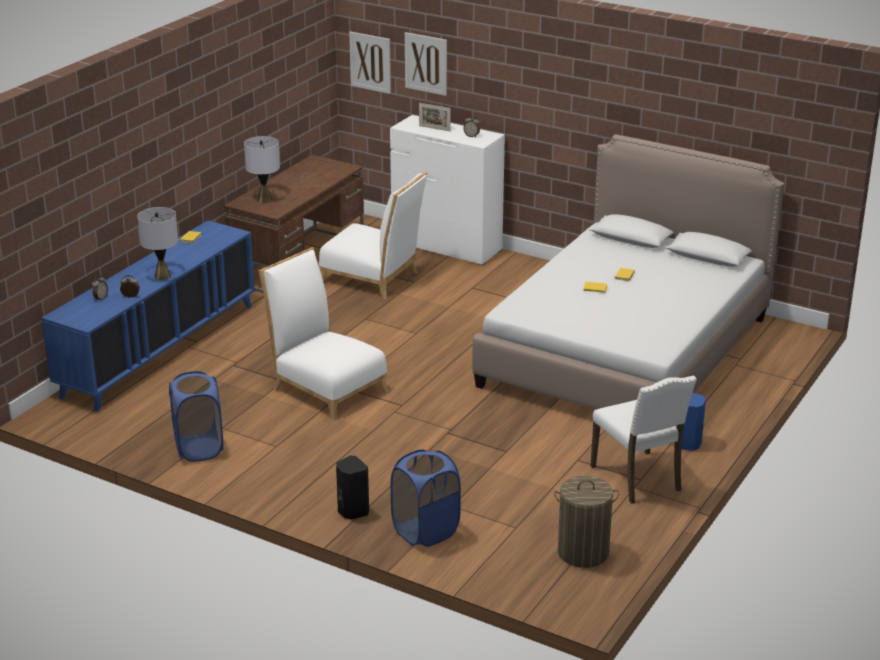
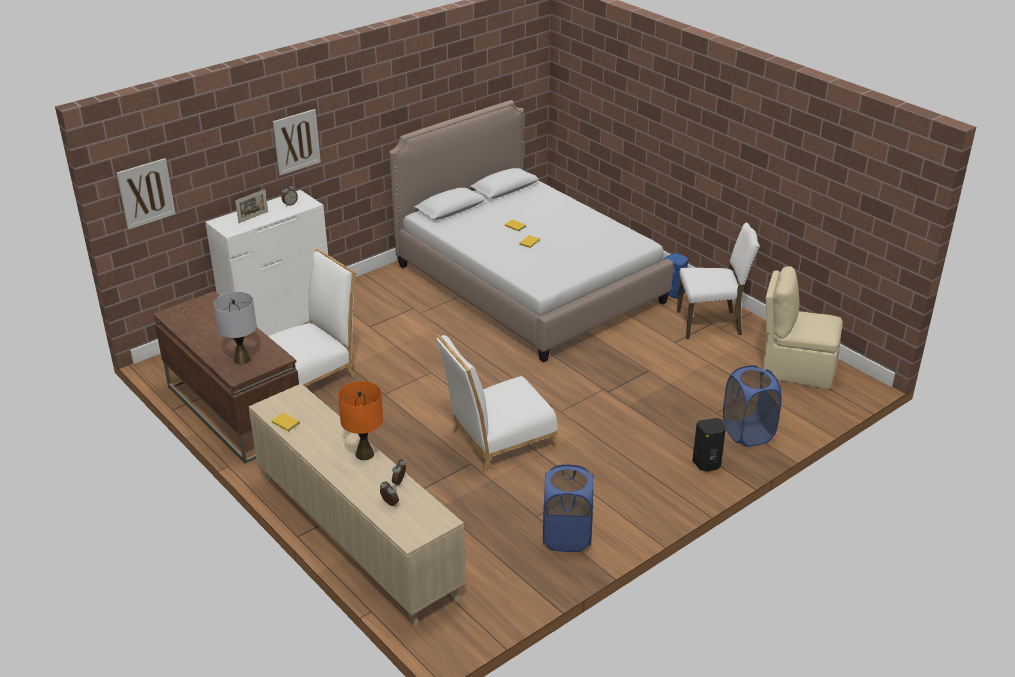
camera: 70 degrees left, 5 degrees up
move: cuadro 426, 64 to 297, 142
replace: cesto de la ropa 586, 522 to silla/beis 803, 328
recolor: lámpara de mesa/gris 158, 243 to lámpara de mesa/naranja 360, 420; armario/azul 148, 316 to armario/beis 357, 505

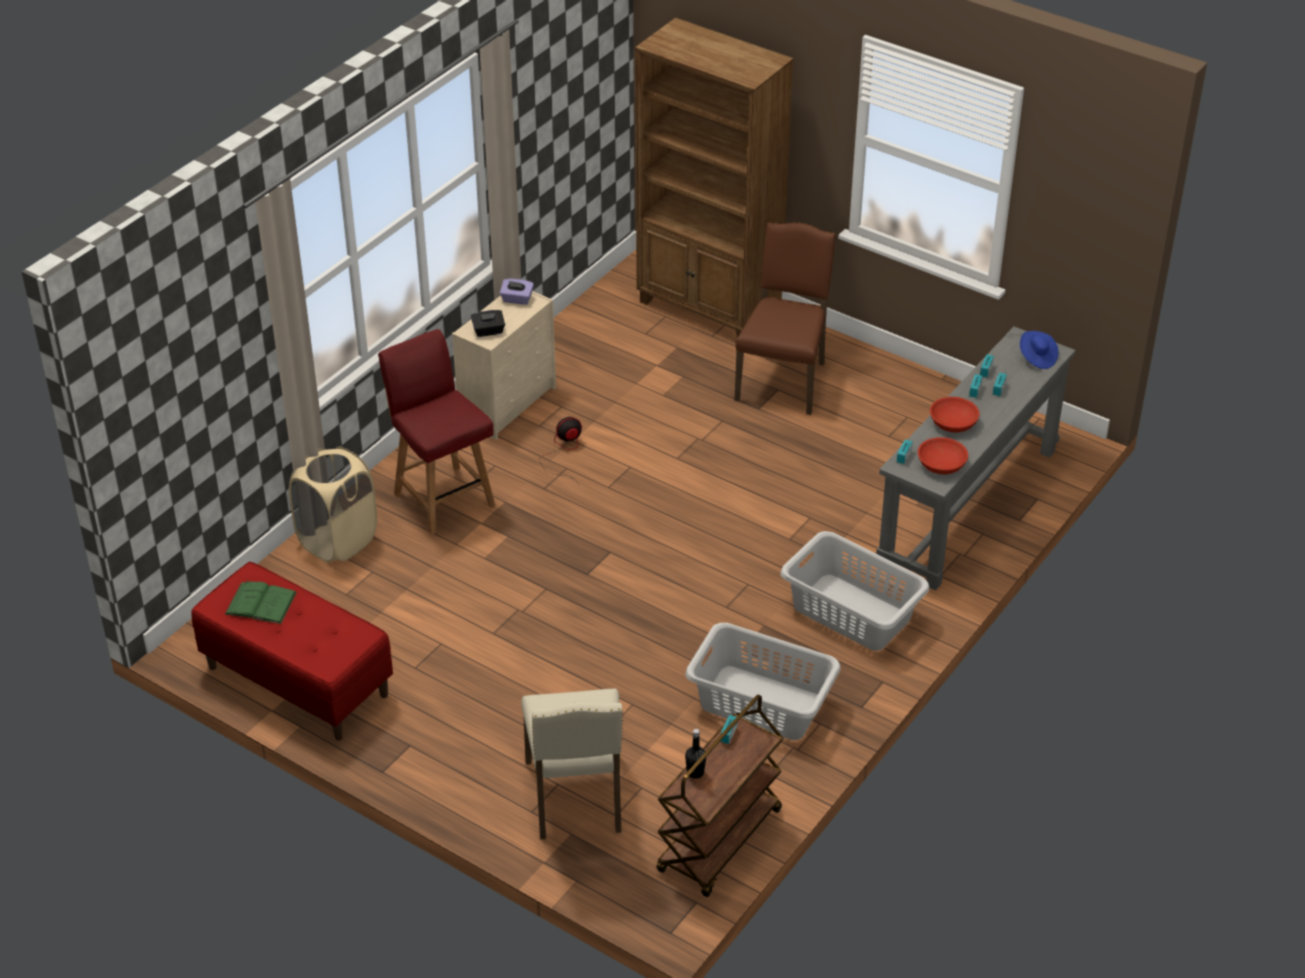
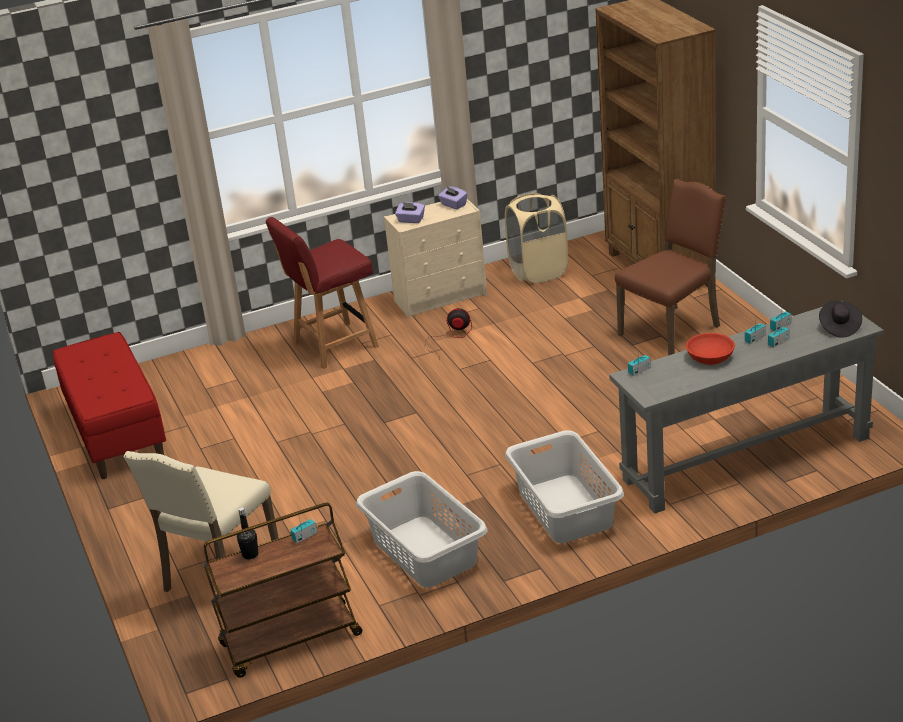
camera: 35 degrees right, 10 degrees down
delete: cuenco/rojo 943, 455; libro/verde 261, 602
move: cesto de la ropa/beis 333, 505 to 536, 238
recolor: caja de pañuelos/negro 488, 323 to caja de pañuelos/morado 410, 212; sombrero/azul 1039, 350 to sombrero/negro 840, 319
rotate: silla/rojo 437, 432 = 322, 293 120 degrees counterclockwise

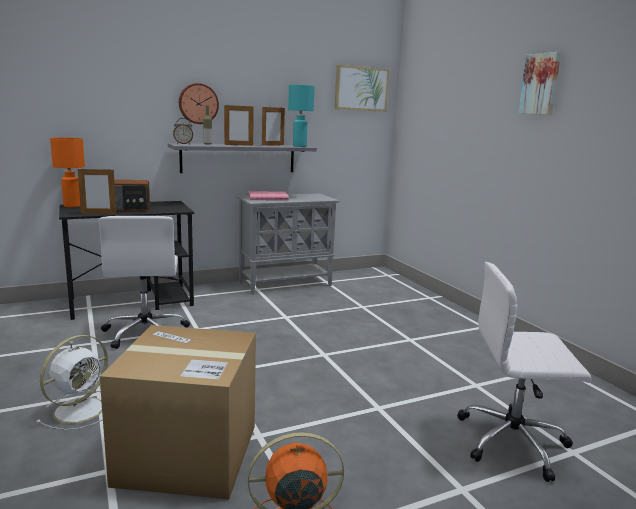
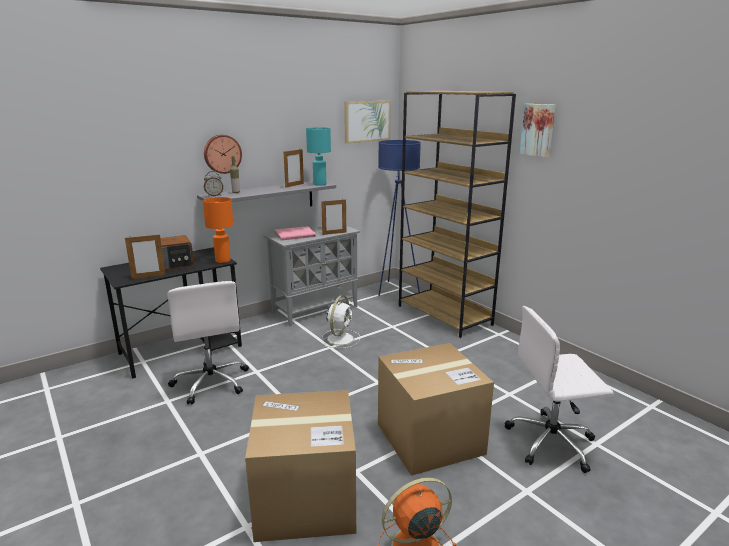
camera: 10 degrees left, 5 degrees up
insert: estantería/marrón 457, 214; lámpara de pie/azul 399, 218; caja de cartón 436, 409
move: portarretratos 239, 125 to 333, 217; lámpara de mesa/naranja 67, 172 to 218, 230; ventilador/blanco 72, 382 to 341, 321

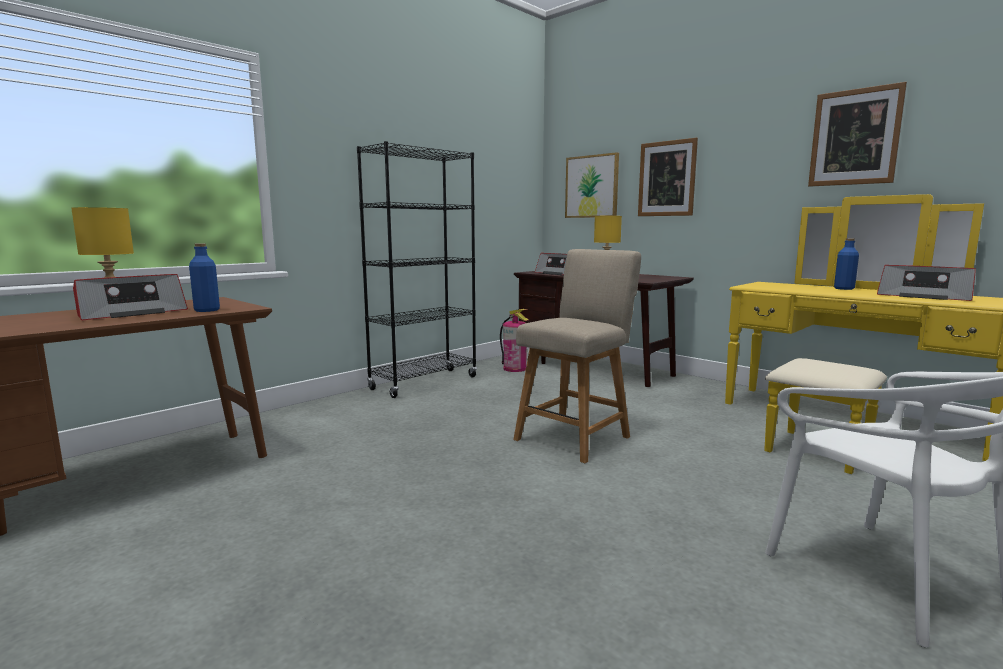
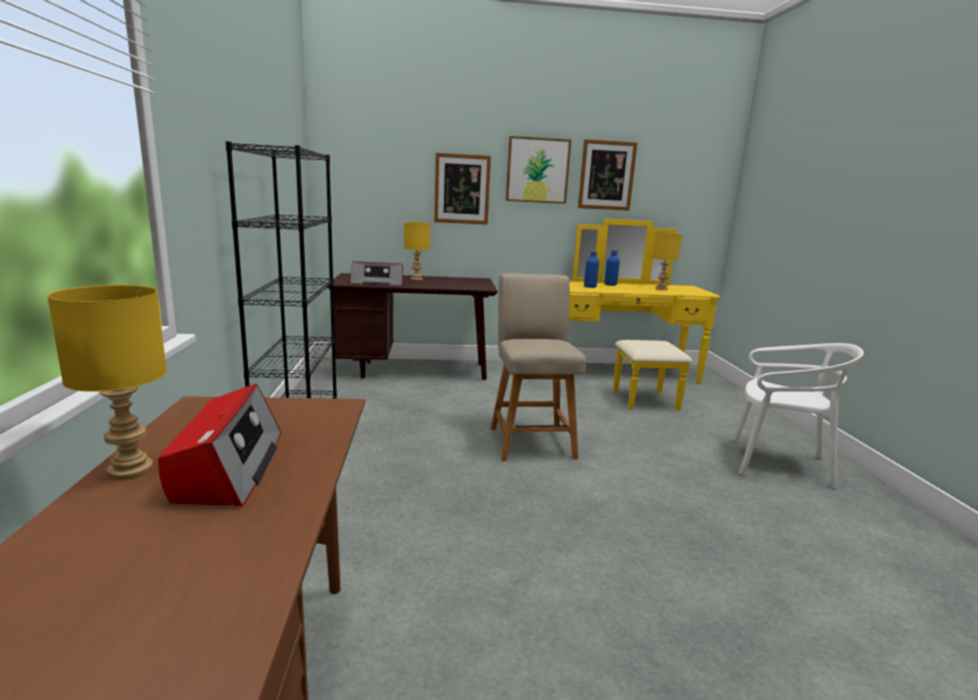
camera: 50 degrees left, 5 degrees up
delete: extintor 514, 340
move: cuadro 592, 185 to 538, 170; botella/azul 204, 277 to 591, 269
replace: radio 926, 283 to lámpara de mesa/amarillo 667, 261

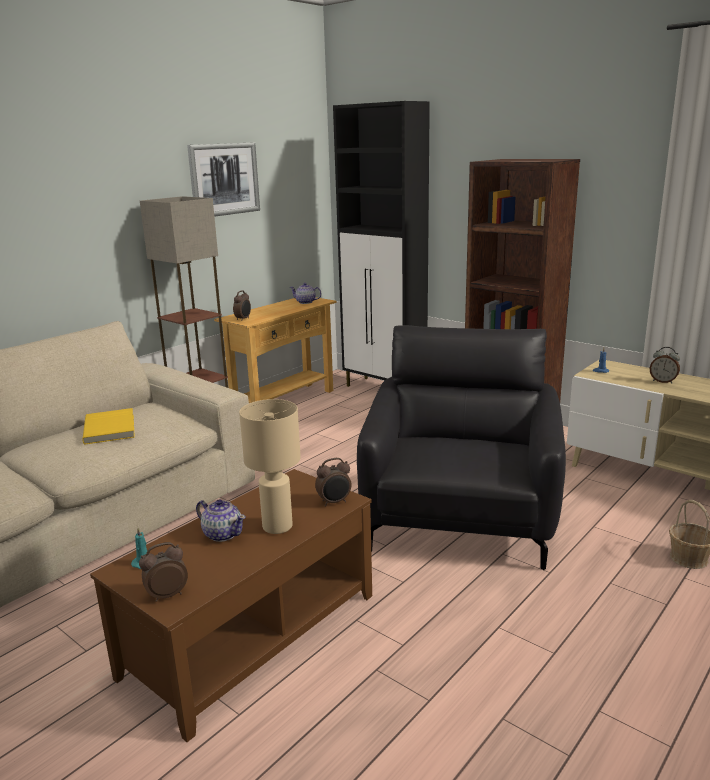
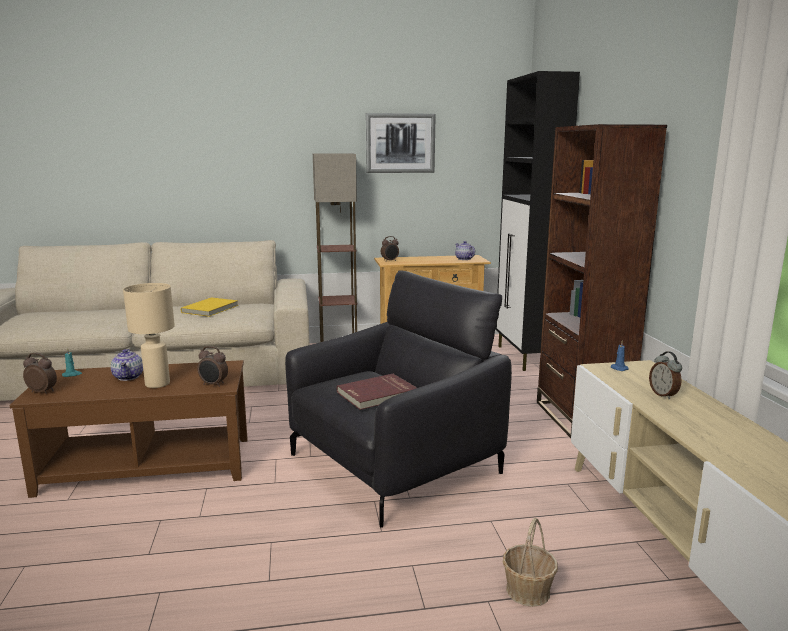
camera: 40 degrees right, 5 degrees down
insert: libro/rojo 377, 392

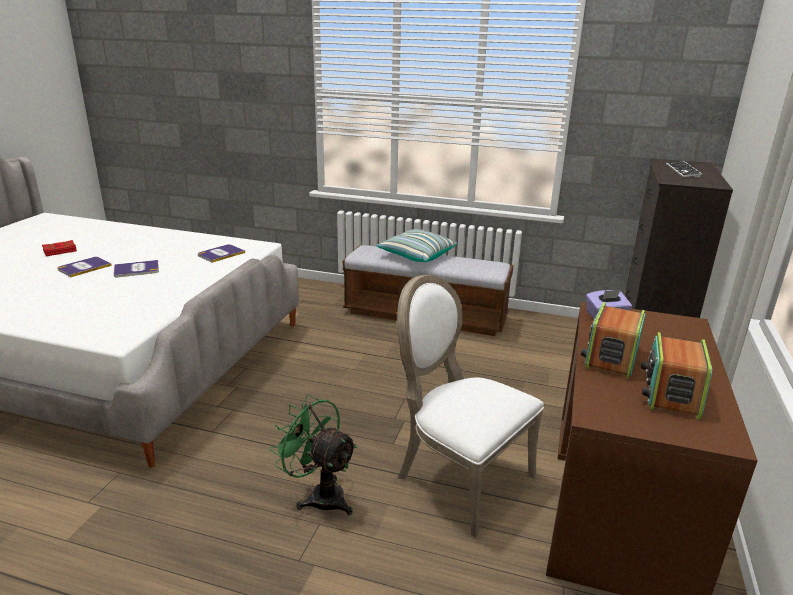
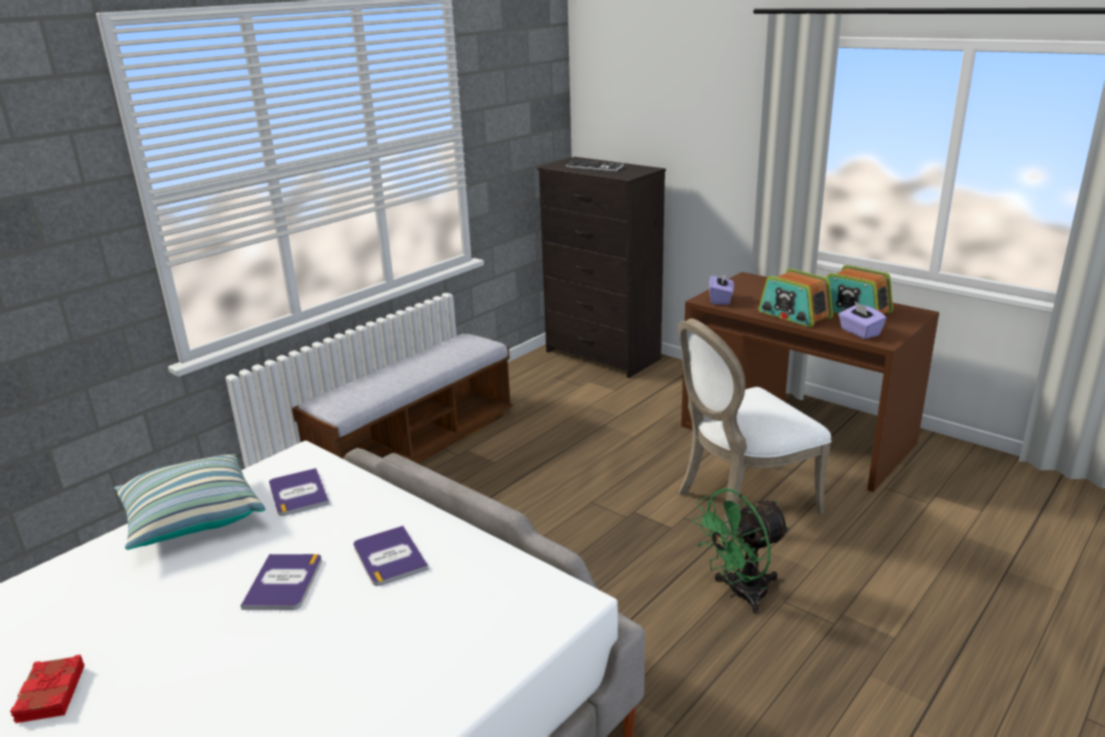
camera: 65 degrees left, 0 degrees up
insert: caja de pañuelos/morado 863, 320
move: cojín 416, 245 to 189, 502; libro 84, 267 to 391, 556

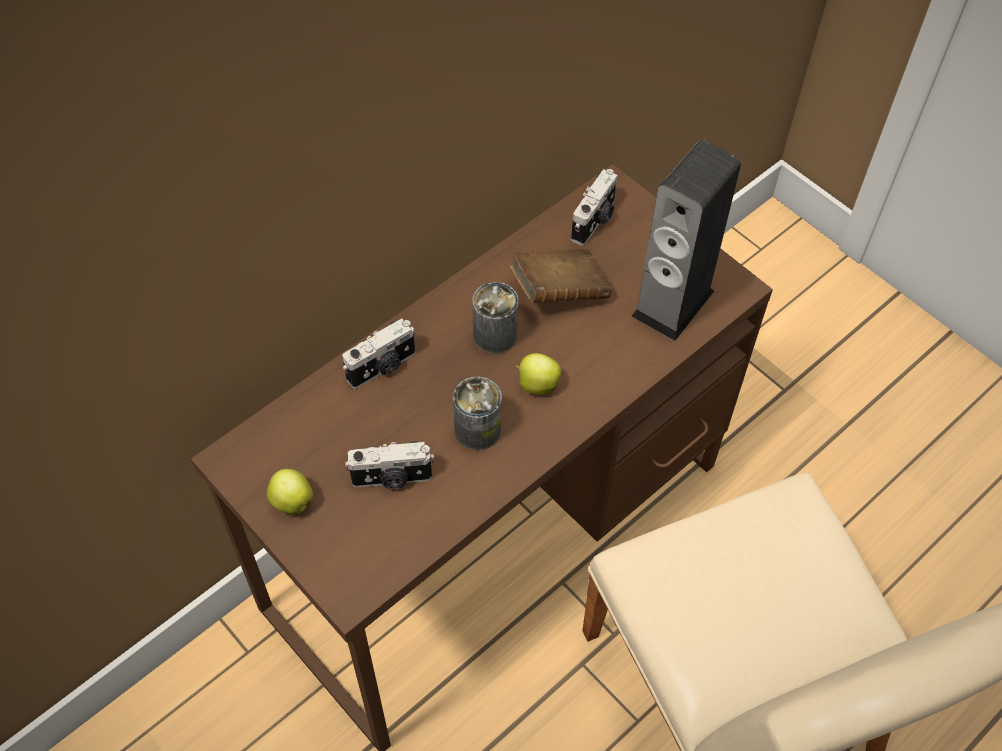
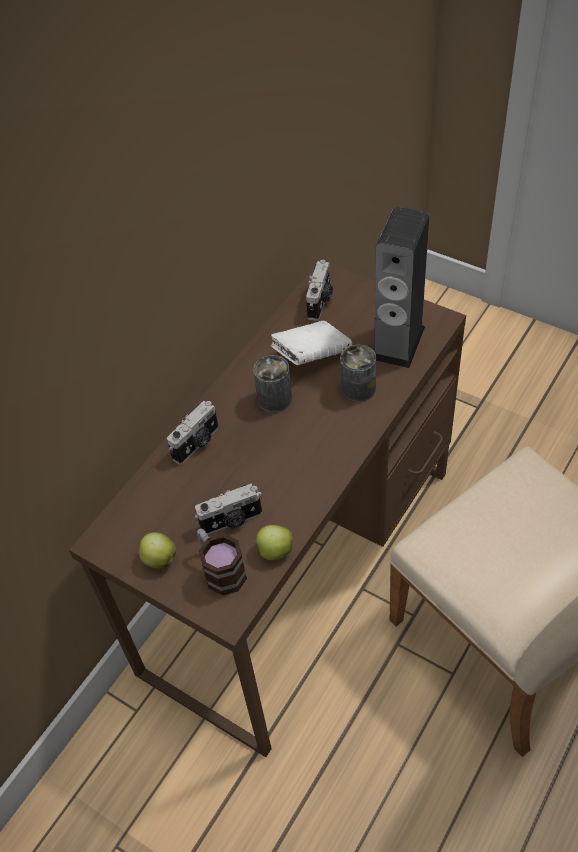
camera: 10 degrees left, 5 degrees down
insert: taza grande 222, 562
move: manzana 538, 373 to 273, 542; lata 477, 413 to 358, 373
recolor: libro/marrón 561, 276 to libro/blanco 311, 343

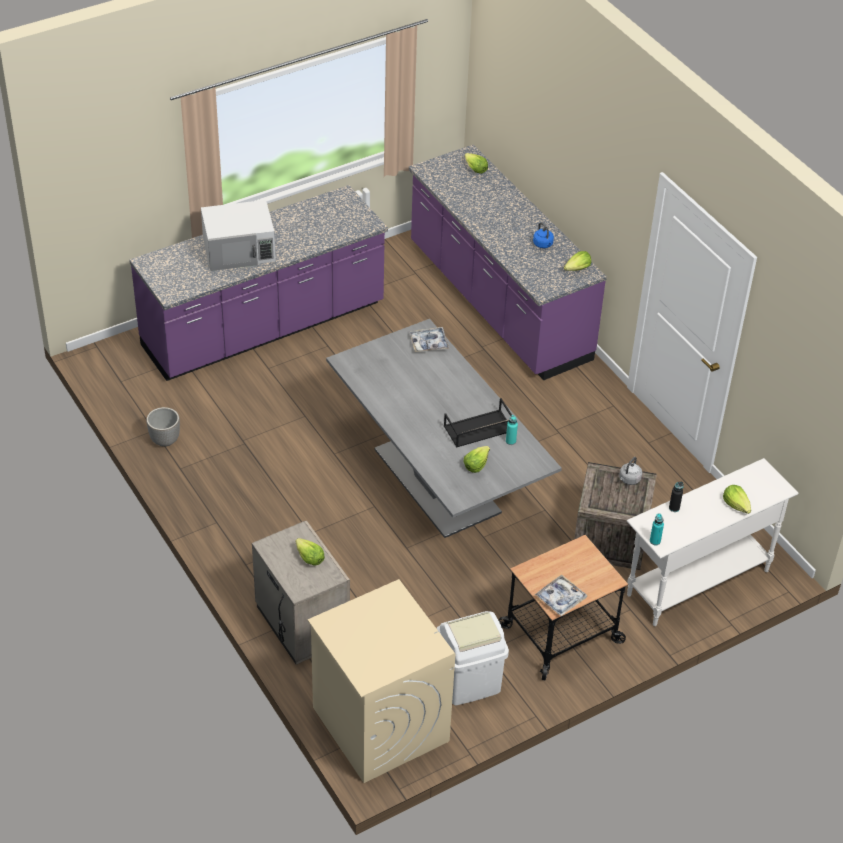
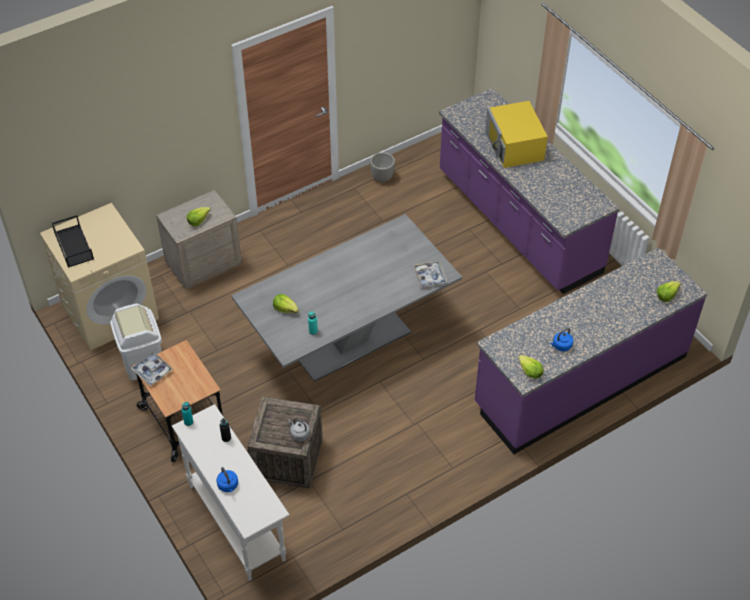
camera: 90 degrees right, 5 degrees up
move: bandeja/negro 478, 423 to 73, 241
replace: lechuga 737, 499 to hervidor/azul 227, 479
recolor: microondas/blanco 238, 235 to microondas/amarillo 516, 134

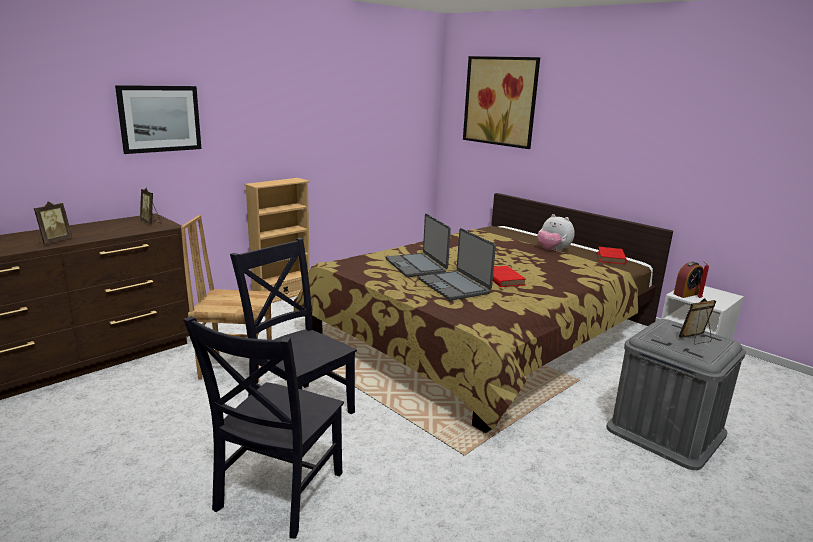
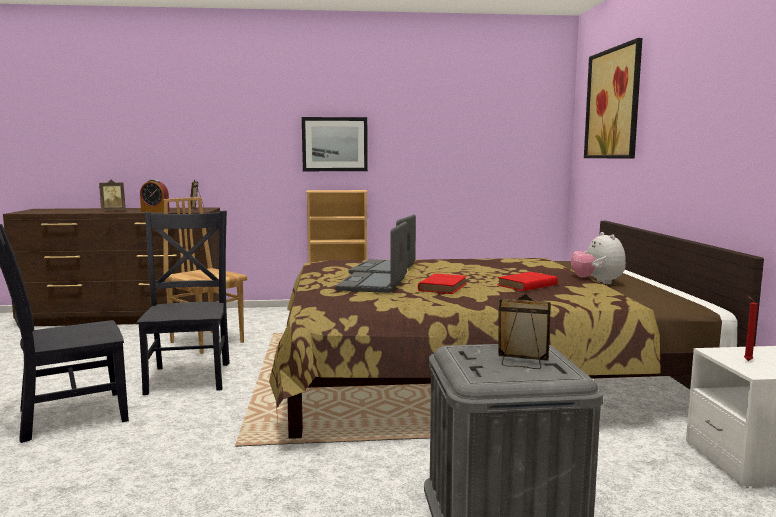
camera: 40 degrees right, 10 degrees down
move: cuadro 158, 119 to 335, 144; libro/rojo 612, 255 to 527, 281; despertador 689, 280 to 155, 195

